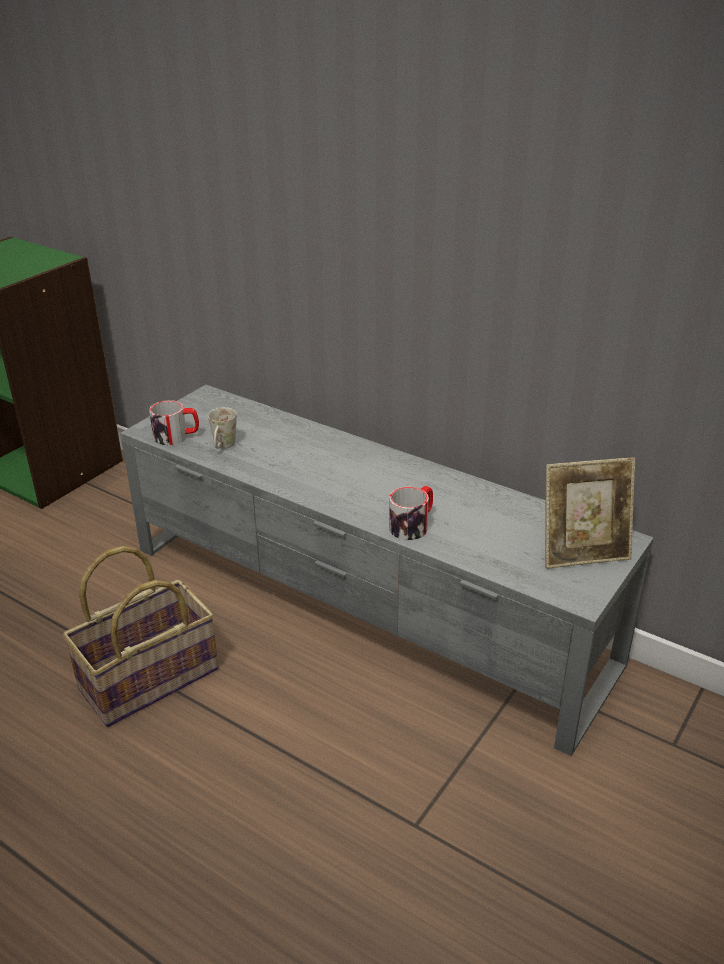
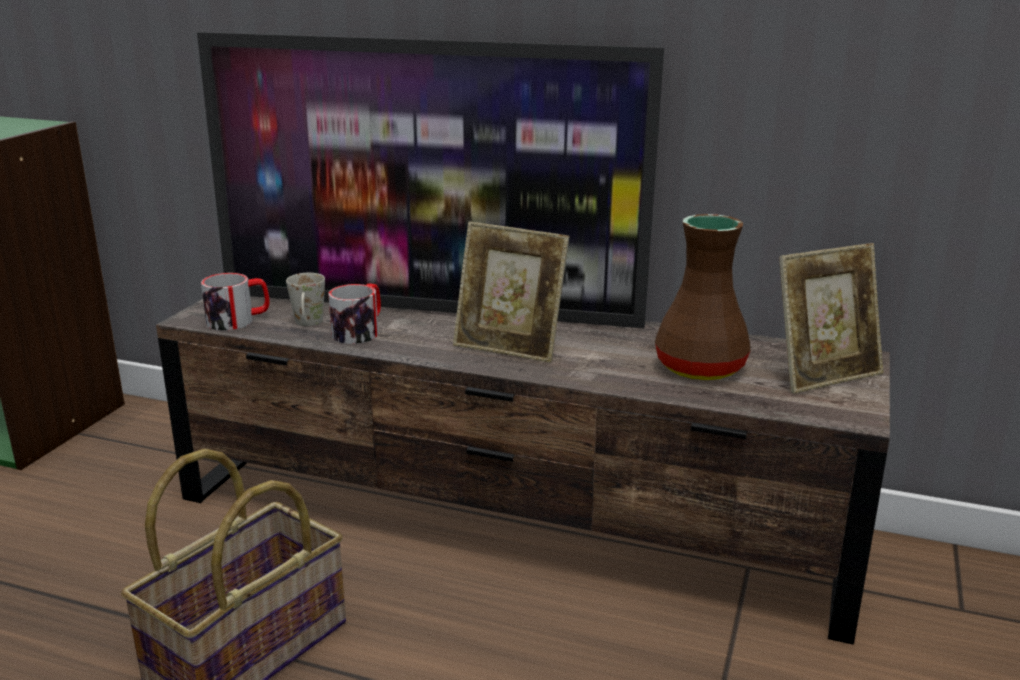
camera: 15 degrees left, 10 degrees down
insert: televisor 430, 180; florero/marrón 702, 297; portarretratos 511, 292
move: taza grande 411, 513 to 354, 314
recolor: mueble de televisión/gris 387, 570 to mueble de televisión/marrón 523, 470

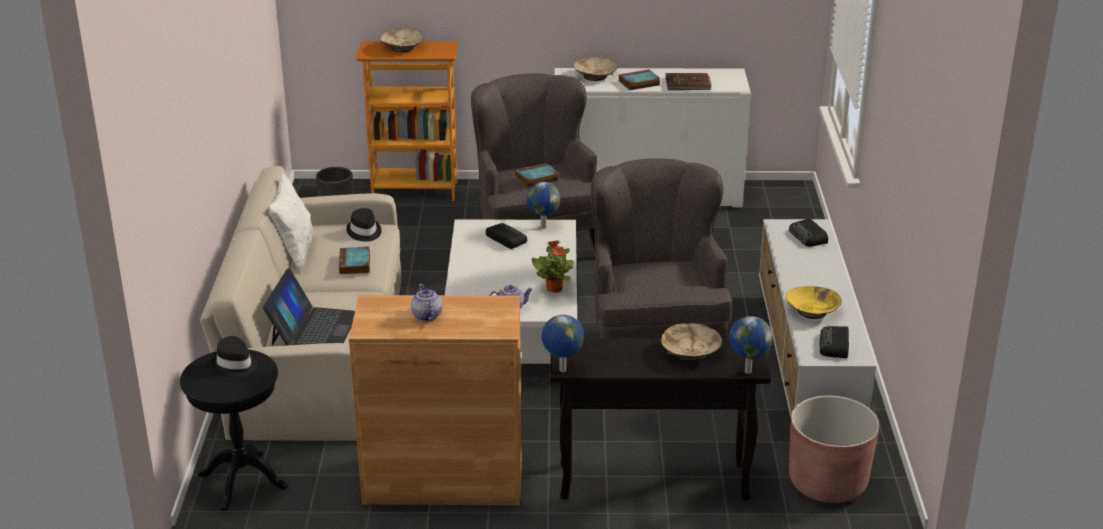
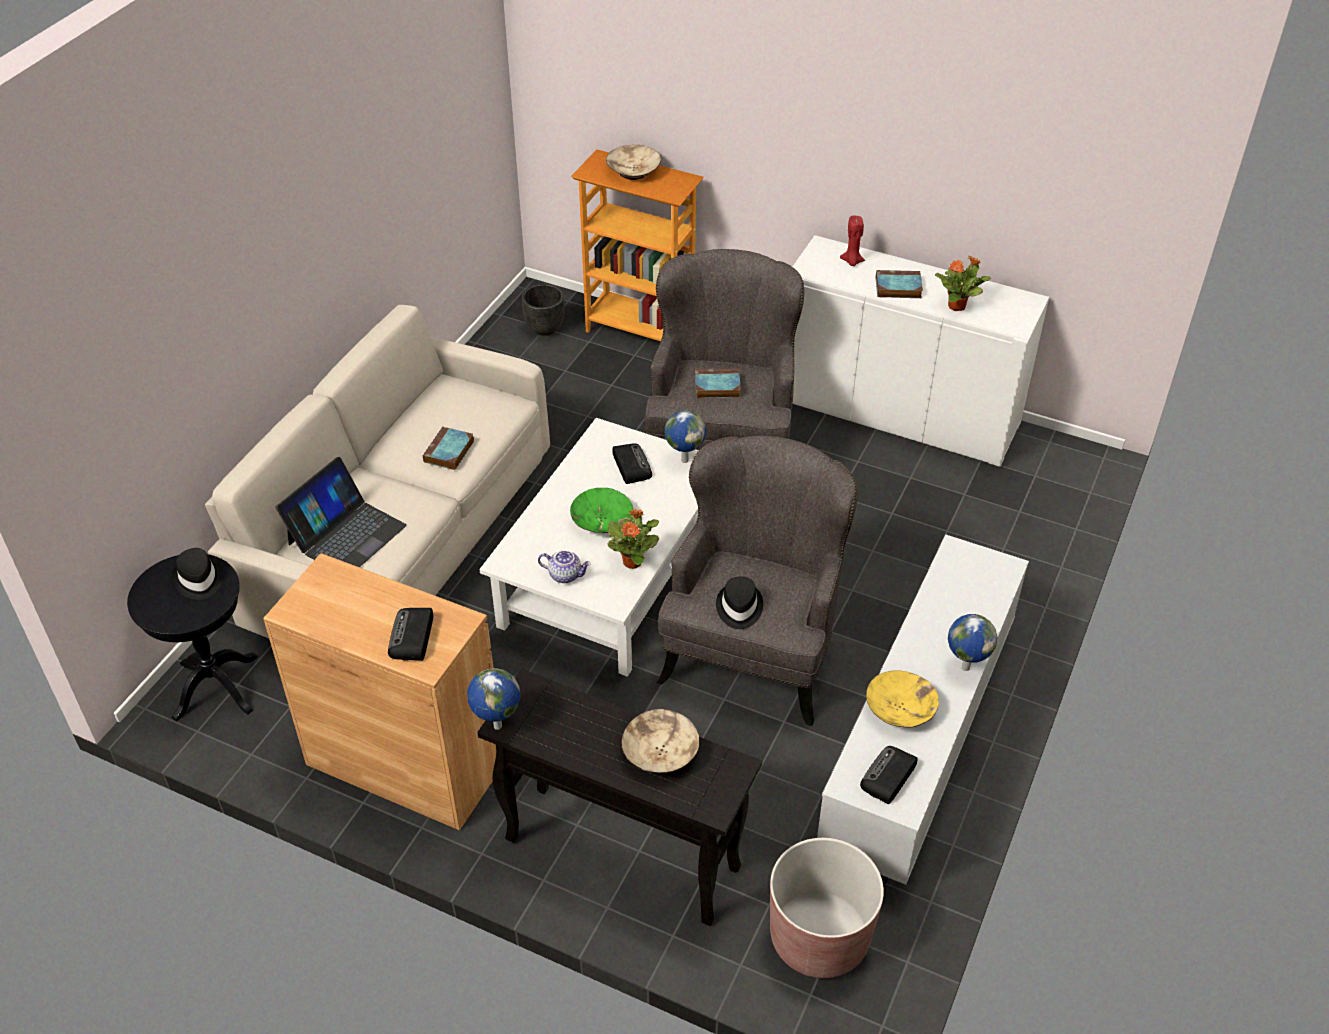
camera: 25 degrees right, 15 degrees up
delete: cojín/blanco 292, 222; tetera 426, 302
insert: cuenco/verde 601, 510
move: sombrero/negro 364, 225 to 739, 602; radio 808, 232 to 410, 634; globo terráqueo 750, 345 to 972, 642
replace: cuenco/beis 595, 69 to vela/rojo 852, 241; libro/marrón 688, 81 to planta en maceta 963, 283

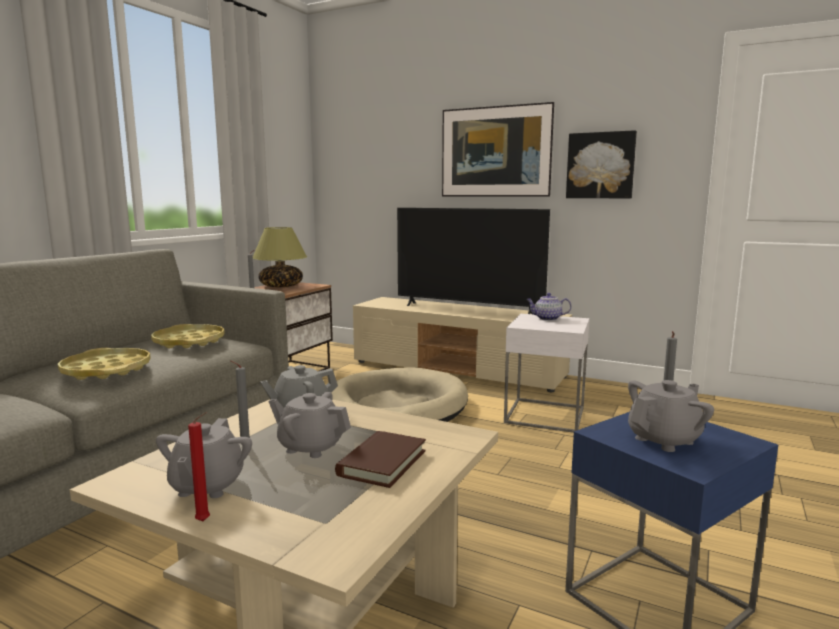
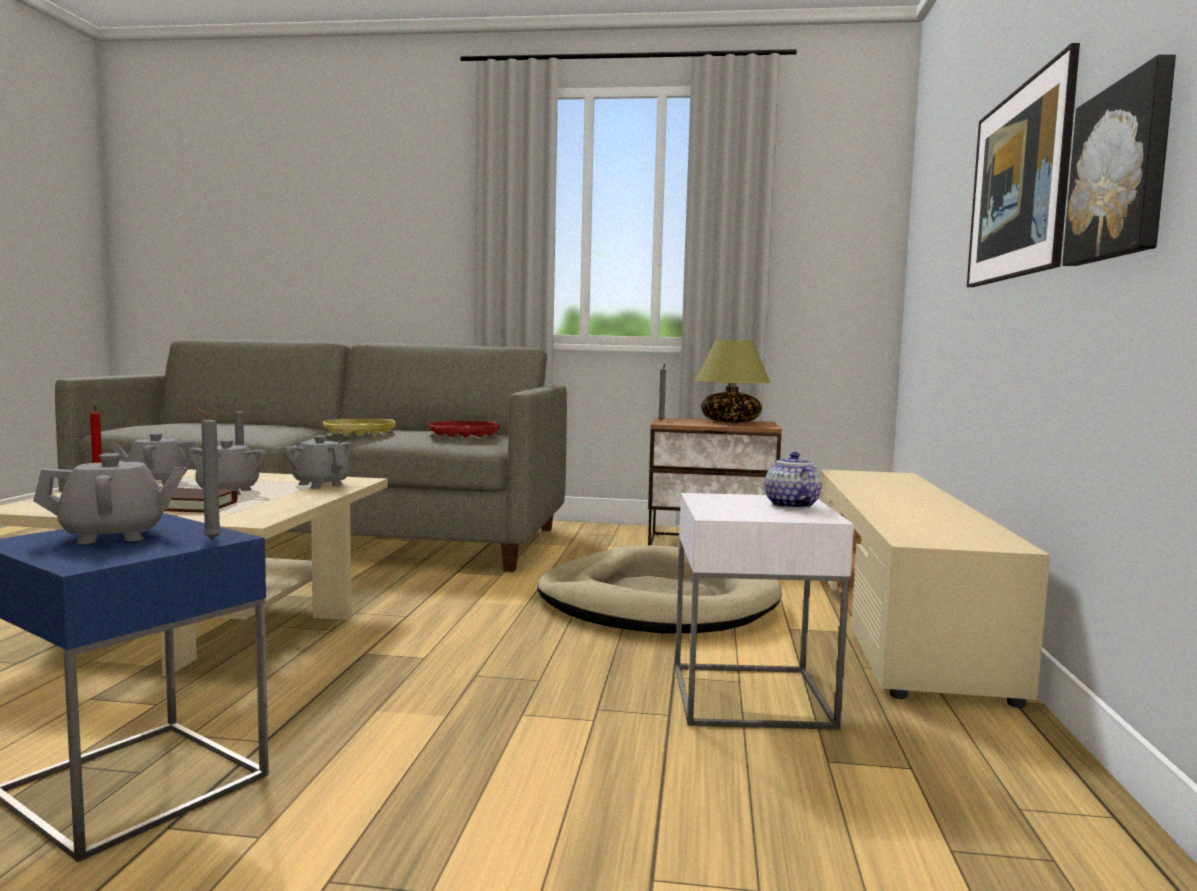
camera: 70 degrees right, 5 degrees down
delete: televisor 473, 261
recolor: bandeja/amarillo 188, 336 to bandeja/rojo 463, 429
rotate: tetera/gris 671, 416 = 109, 498 60 degrees counterclockwise

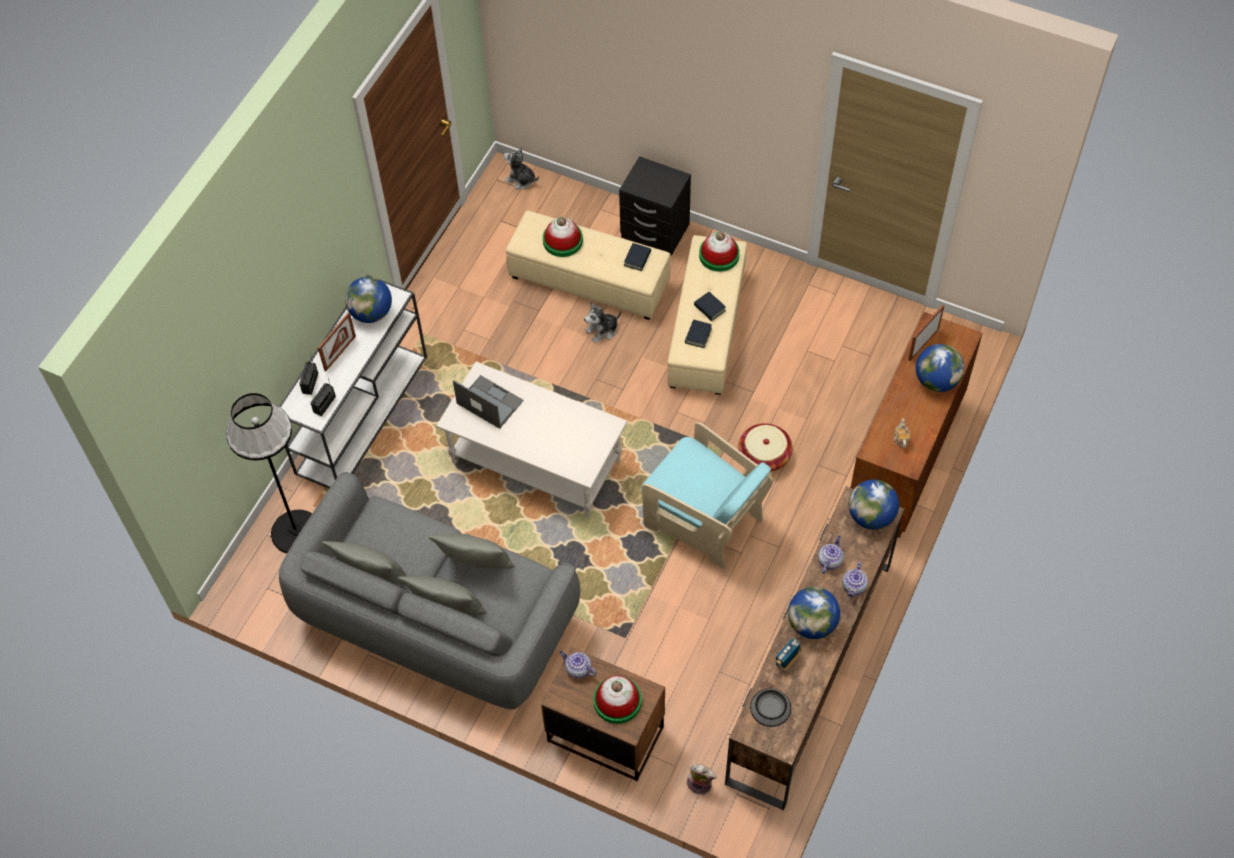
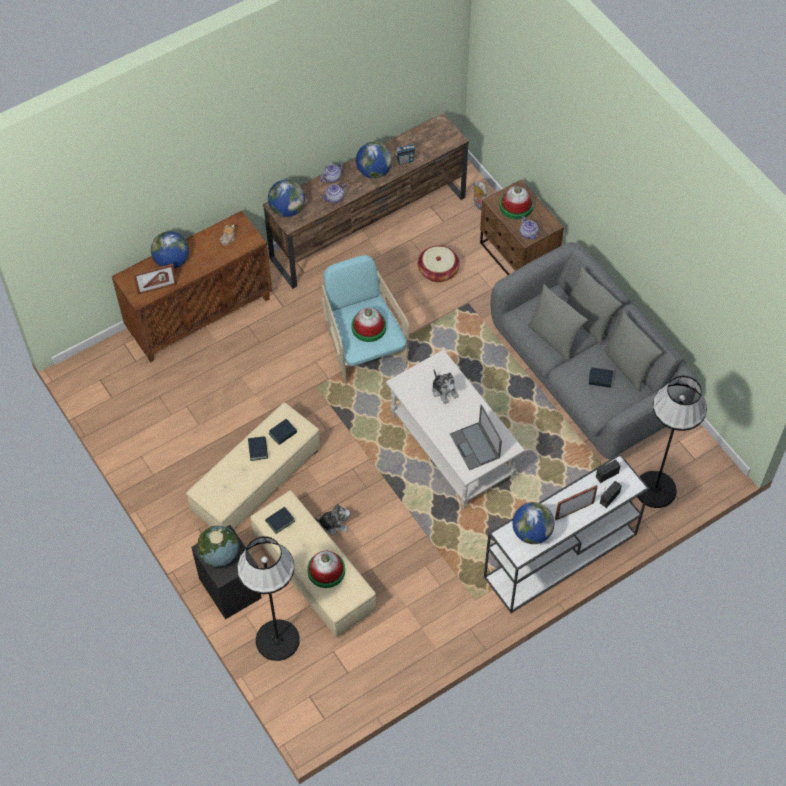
camera: 150 degrees left, 0 degrees up
delete: cuenco 770, 708
insert: libro 601, 378; globo terráqueo 218, 546; lámpara de pie/negro 268, 598
move: peluche 521, 168 to 445, 386; sombrero 719, 251 to 369, 325; cesta 765, 447 to 439, 264

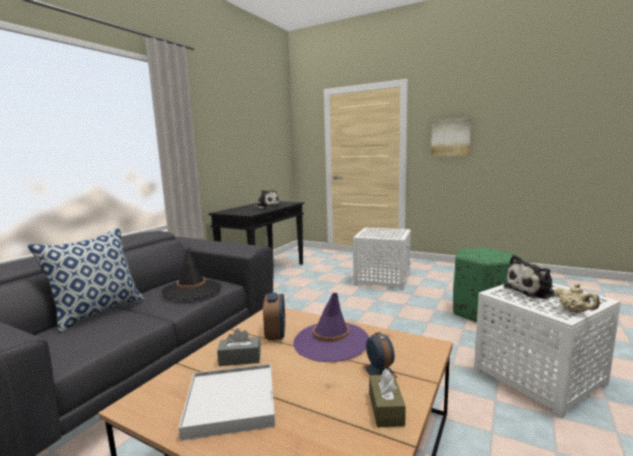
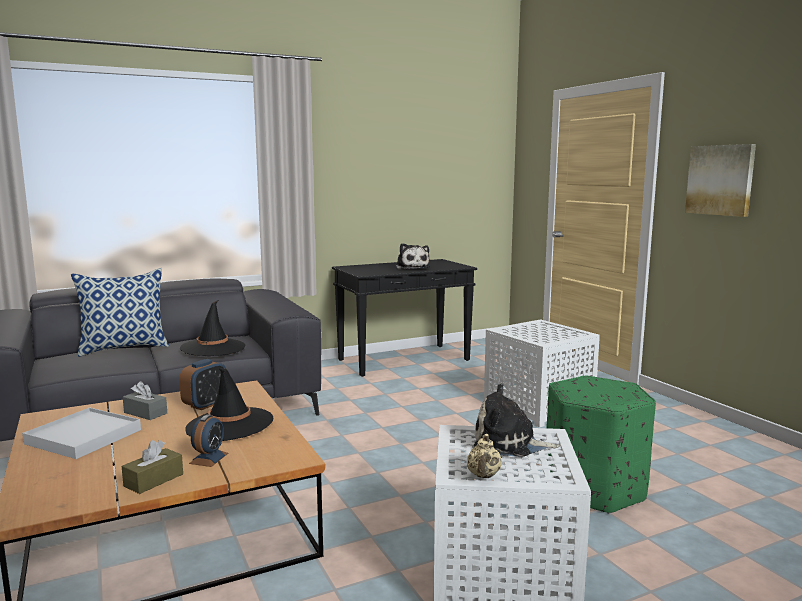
camera: 35 degrees right, 0 degrees up
recolor: sombrero/morado 331, 327 to sombrero/negro 229, 404

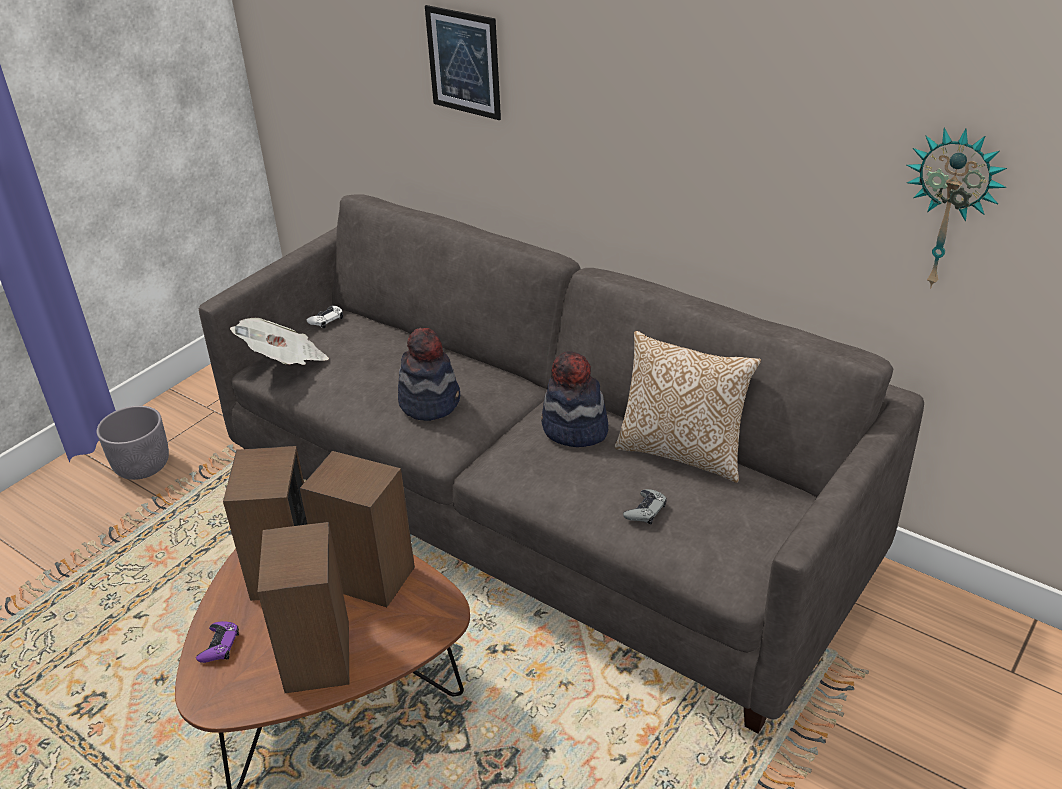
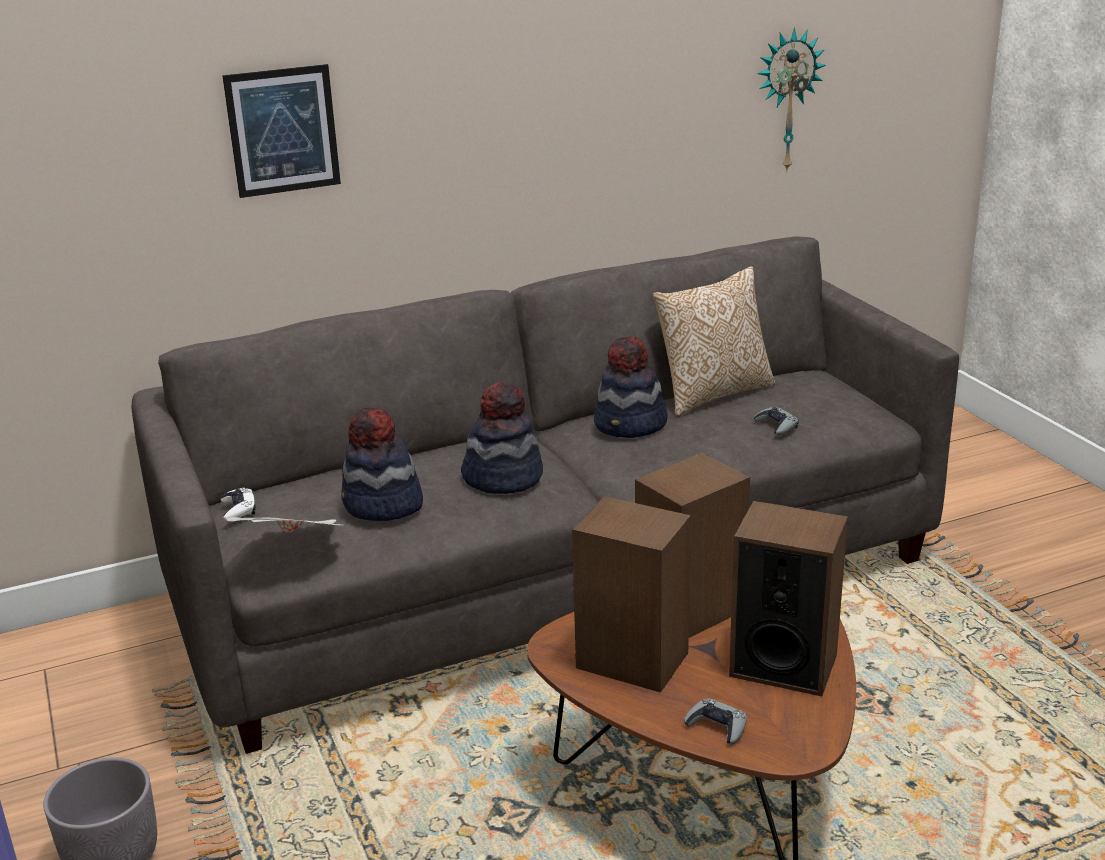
camera: 60 degrees left, 10 degrees down
insert: sombrero 382, 464
recolor: mando de consola/morado 217, 642 to mando de consola/gris 715, 721

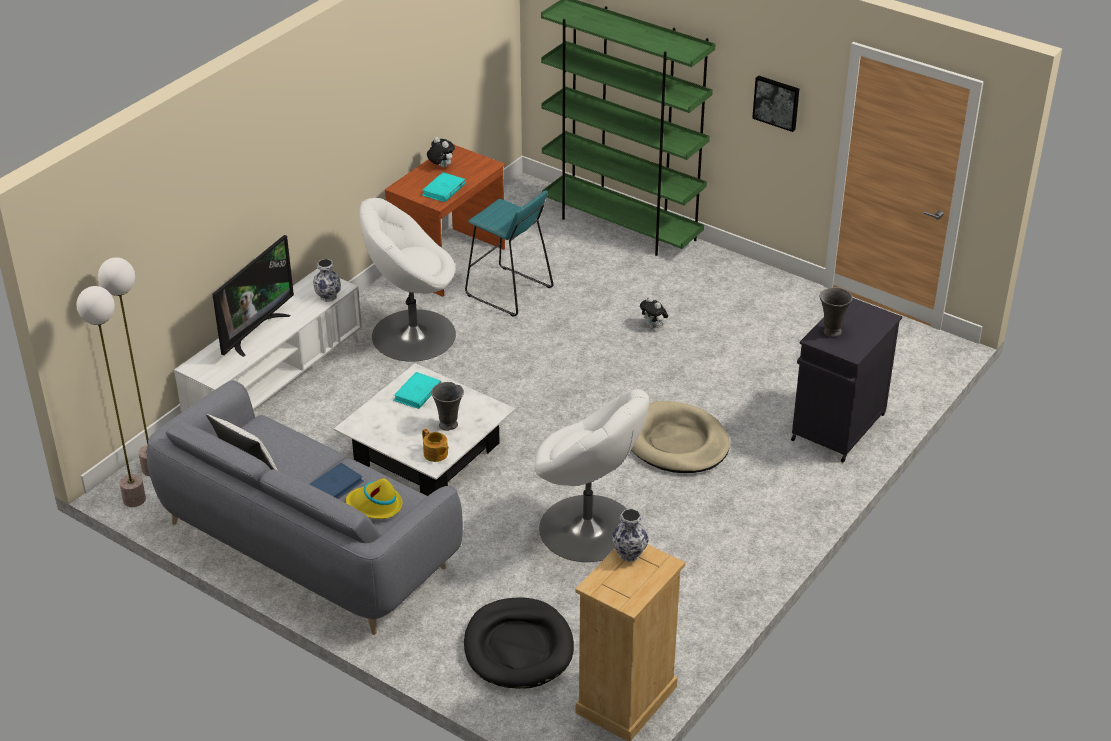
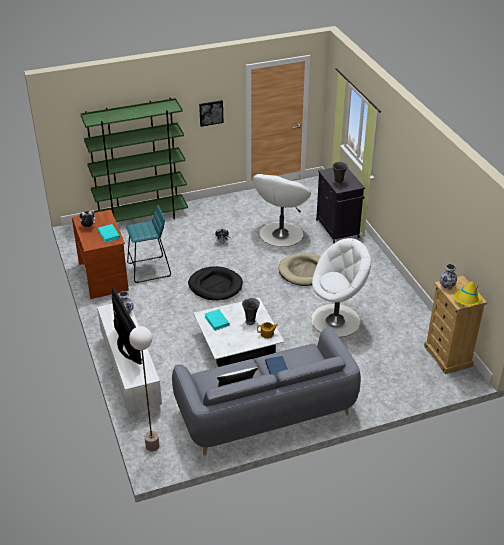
camera: 55 degrees left, 0 degrees up
delete: lámpara de pie 111, 396
move: sillón/blanco 408, 279 to 282, 210; sombrero/amarillo 374, 498 to 468, 293; cama para perro/negro 519, 643 to 215, 283

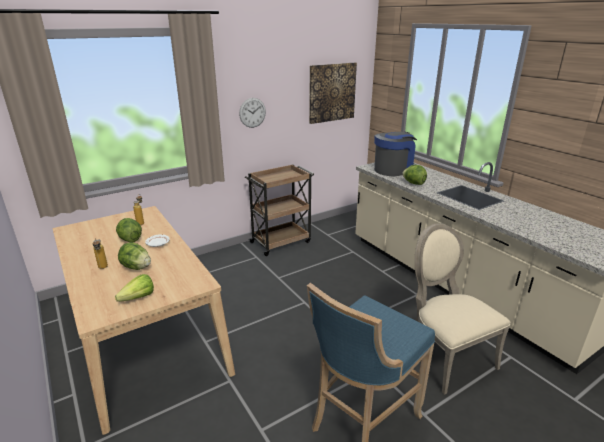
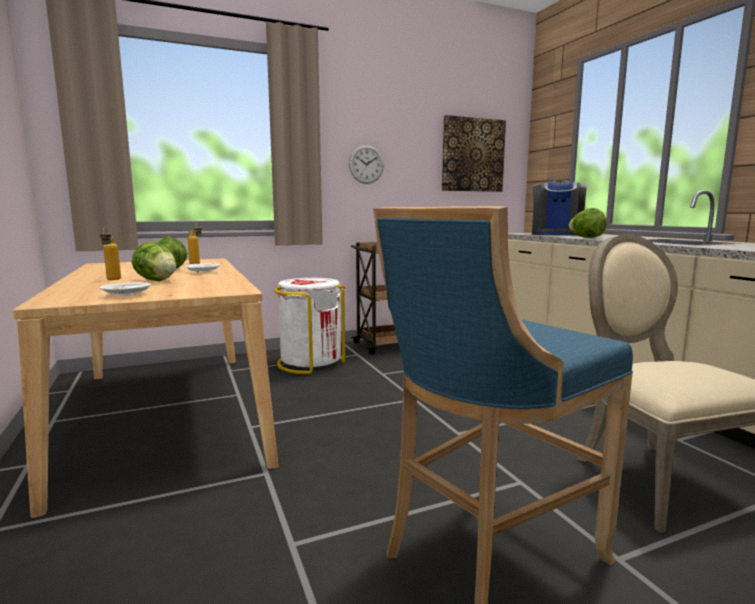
camera: 10 degrees right, 15 degrees down
insert: papelera/blanco 309, 326
replace: lechuga 134, 288 to plato/blanco 125, 289
rotate: cafetera 395, 153 = 559, 207 135 degrees clockwise

